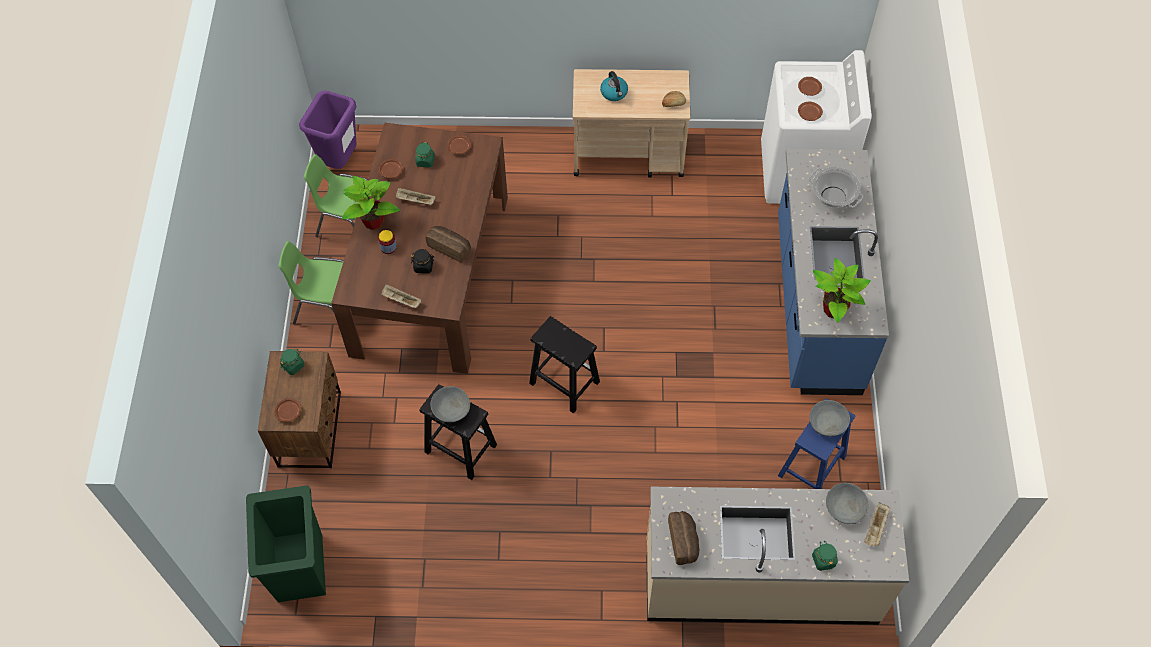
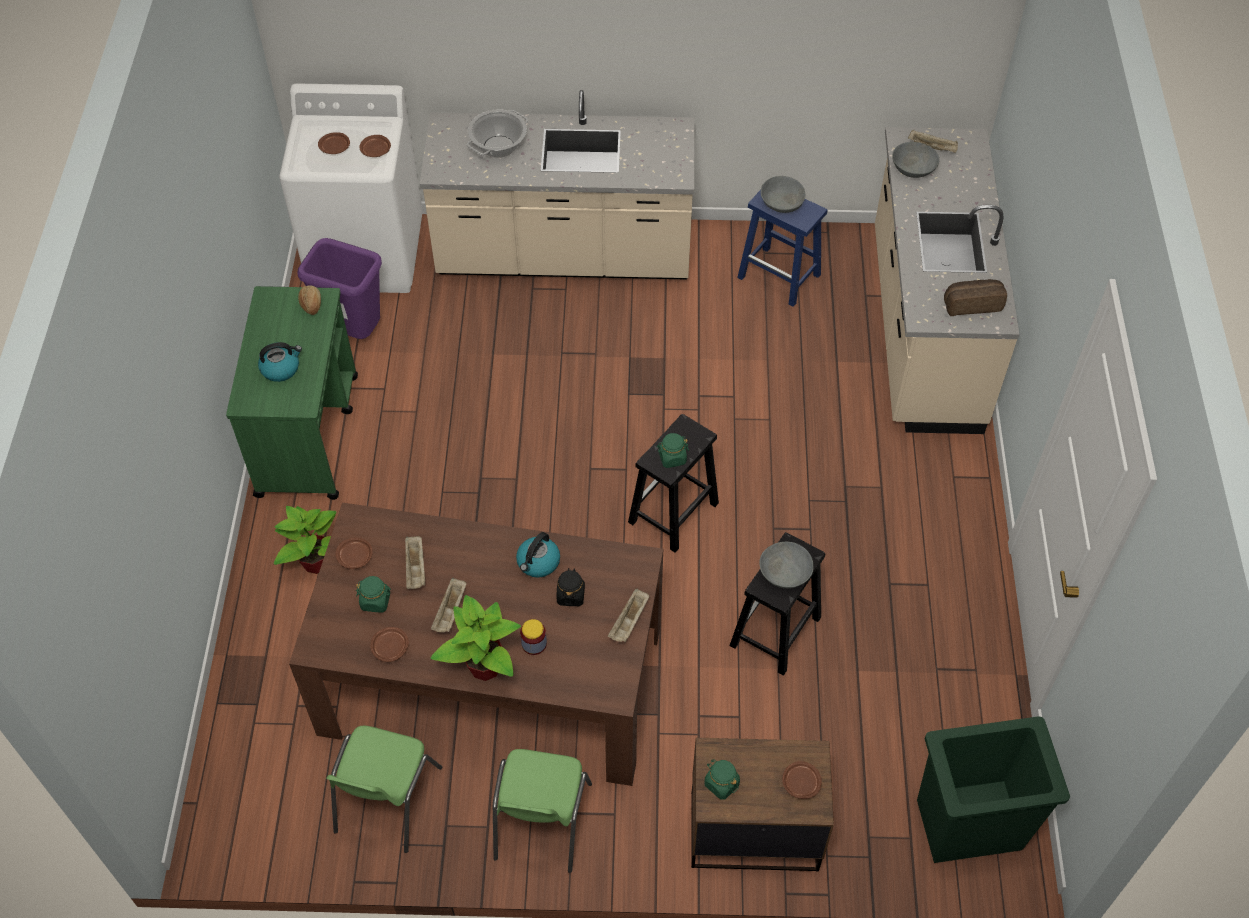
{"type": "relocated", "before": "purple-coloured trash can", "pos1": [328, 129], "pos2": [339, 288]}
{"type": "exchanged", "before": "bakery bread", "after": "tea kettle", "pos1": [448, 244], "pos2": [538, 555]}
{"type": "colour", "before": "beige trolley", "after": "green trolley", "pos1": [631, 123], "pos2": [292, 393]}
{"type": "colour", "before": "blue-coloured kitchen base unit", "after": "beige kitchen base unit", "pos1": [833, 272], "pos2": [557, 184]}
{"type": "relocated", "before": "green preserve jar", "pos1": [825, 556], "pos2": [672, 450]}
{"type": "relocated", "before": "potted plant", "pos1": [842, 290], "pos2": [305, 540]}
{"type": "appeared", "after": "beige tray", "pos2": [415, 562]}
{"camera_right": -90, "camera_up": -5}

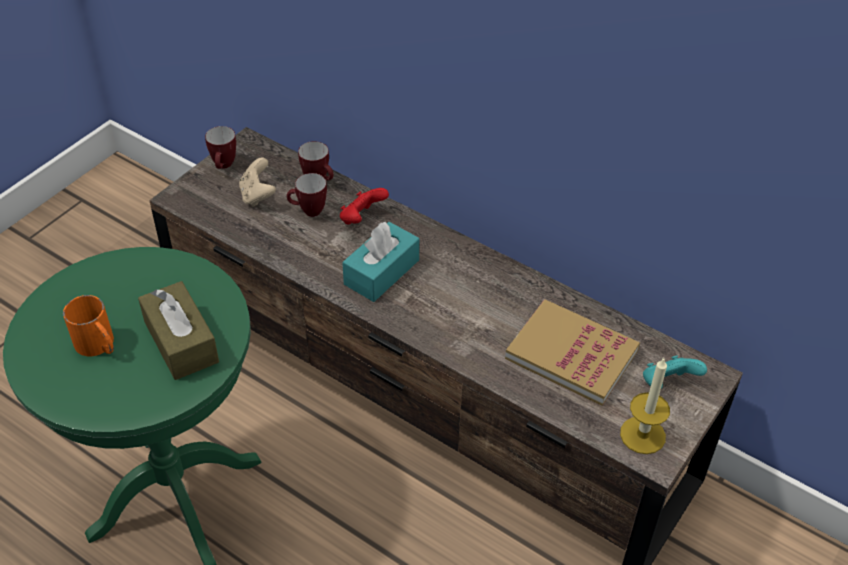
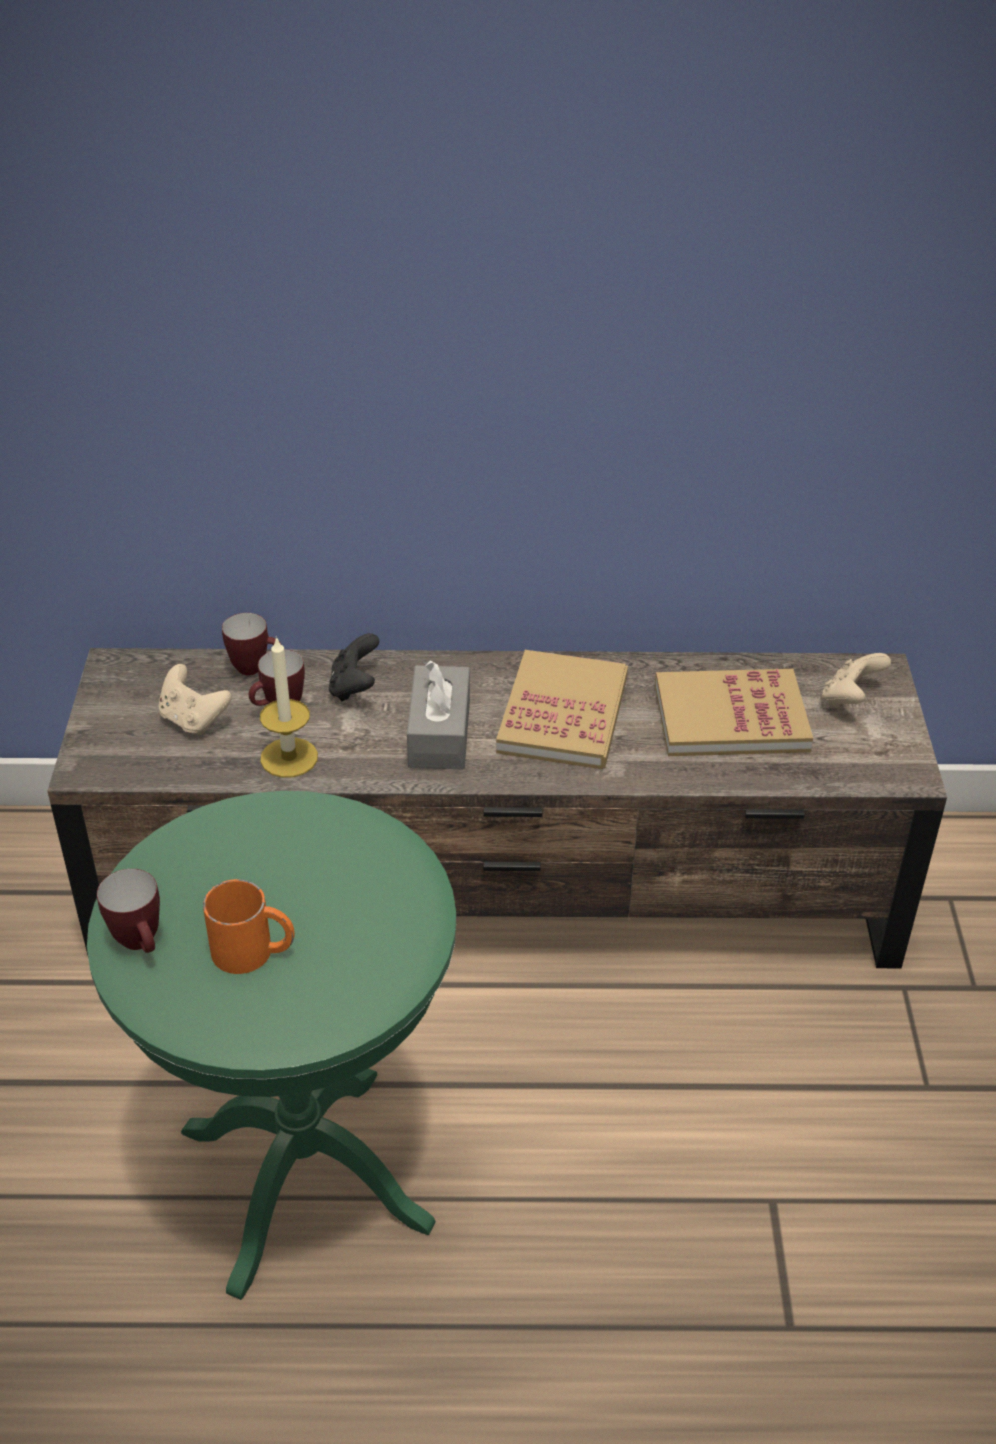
{"type": "missing", "before": "brown tissue holder", "pos1": [178, 330]}
{"type": "relocated", "before": "coffee mug", "pos1": [220, 147], "pos2": [128, 911]}
{"type": "colour", "before": "reddish gamepad", "after": "black gamepad", "pos1": [364, 206], "pos2": [354, 667]}
{"type": "colour", "before": "blue-green tissue holder", "after": "grey tissue holder", "pos1": [380, 262], "pos2": [438, 715]}
{"type": "relocated", "before": "wax candle", "pos1": [645, 405], "pos2": [289, 707]}
{"type": "colour", "before": "blue-green gamepad", "after": "beige gamepad", "pos1": [675, 372], "pos2": [856, 680]}
{"type": "appeared", "after": "volume", "pos2": [562, 709]}
{"camera_right": -35, "camera_up": -5}

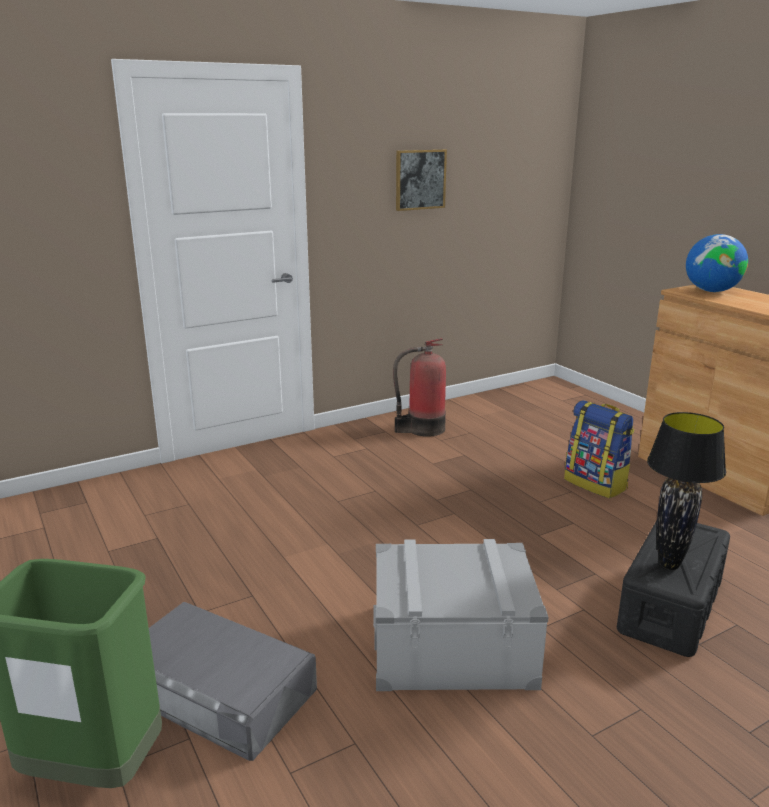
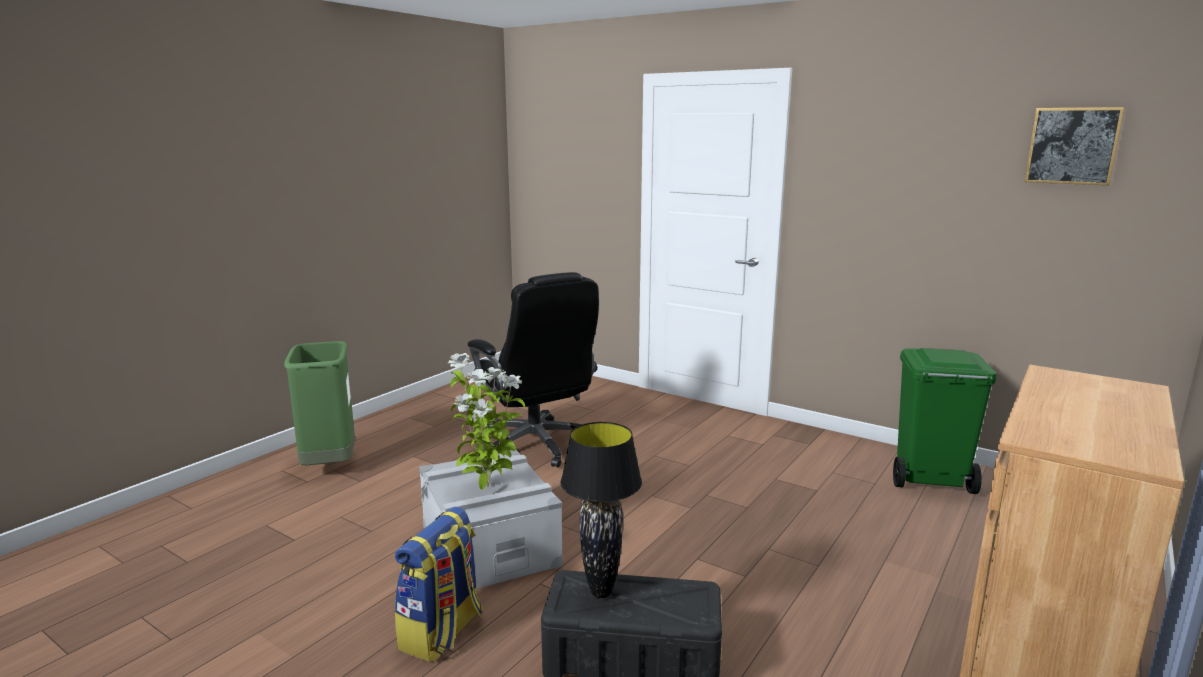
{"type": "missing", "before": "grey storage box", "pos1": [233, 681]}
{"type": "missing", "before": "fire extinguisher", "pos1": [419, 387]}
{"type": "relocated", "before": "wall picture", "pos1": [421, 180], "pos2": [1074, 146]}
{"type": "relocated", "before": "knapsack", "pos1": [599, 449], "pos2": [438, 584]}
{"type": "missing", "before": "world globe", "pos1": [717, 263]}
{"type": "appeared", "after": "potted plant", "pos2": [486, 421]}
{"type": "appeared", "after": "black office chair", "pos2": [533, 370]}
{"type": "appeared", "after": "green trash can", "pos2": [944, 421]}
{"camera_right": 65, "camera_up": -5}

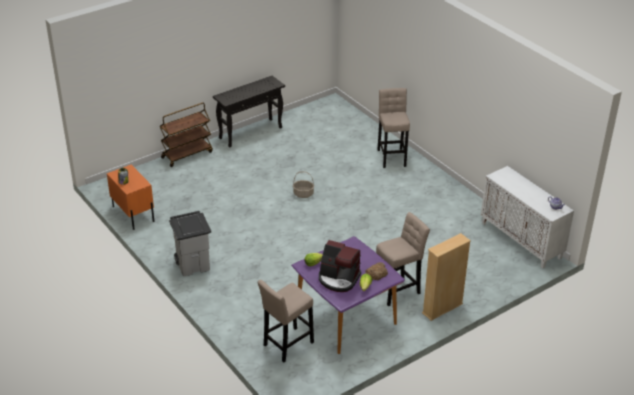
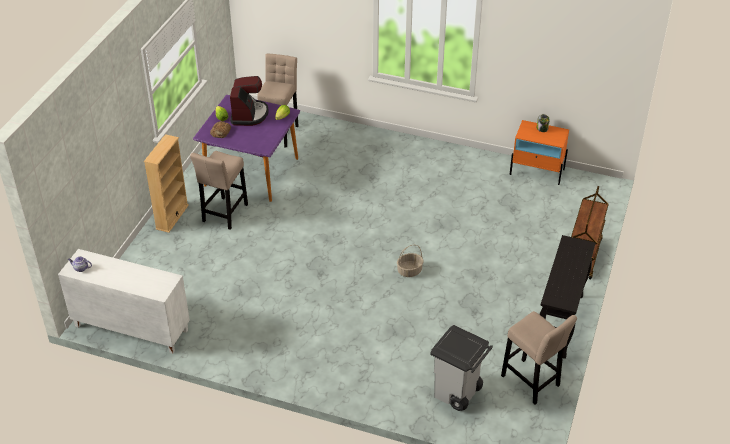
{"type": "relocated", "before": "grey trash can", "pos1": [190, 243], "pos2": [461, 368]}
{"type": "spun", "before": "coffee machine", "pos1": [340, 266], "pos2": [249, 101], "turn": 105}
{"type": "relocated", "before": "beige stool seat", "pos1": [393, 128], "pos2": [539, 358]}
{"camera_right": 145, "camera_up": 5}

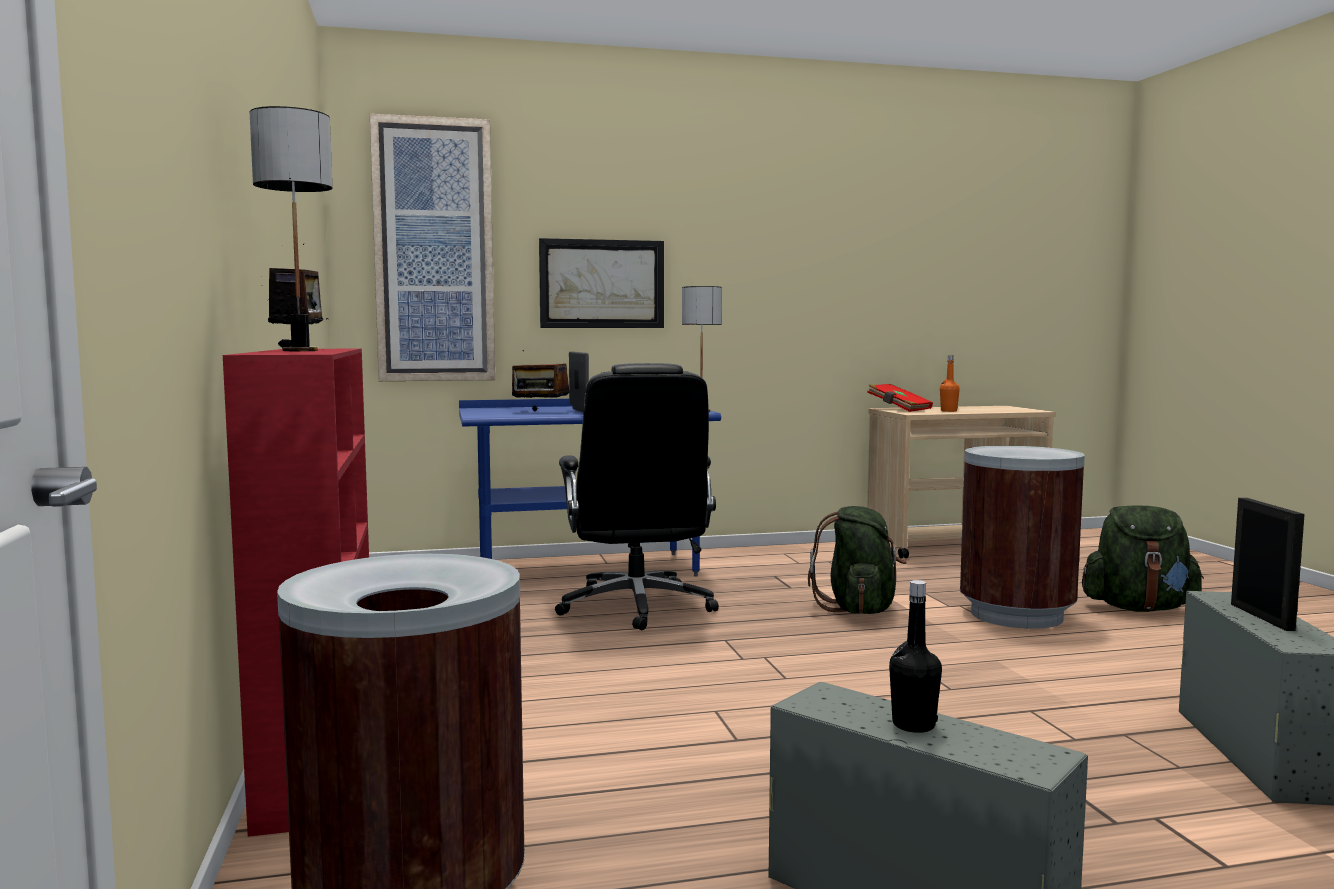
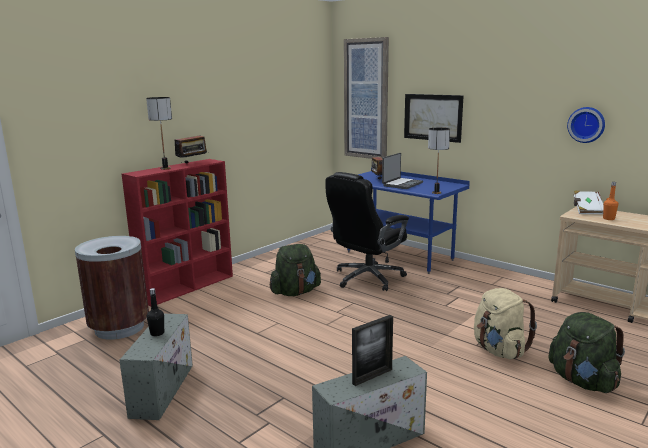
{"type": "relocated", "before": "green knapsack", "pos1": [857, 560], "pos2": [295, 270]}
{"type": "colour", "before": "reddish volume", "after": "white volume", "pos1": [900, 398], "pos2": [588, 202]}
{"type": "exchanged", "before": "brown trash can", "after": "beige knapsack", "pos1": [1022, 537], "pos2": [505, 324]}
{"type": "appeared", "after": "hanging clock", "pos2": [586, 125]}
{"camera_right": 55, "camera_up": 10}

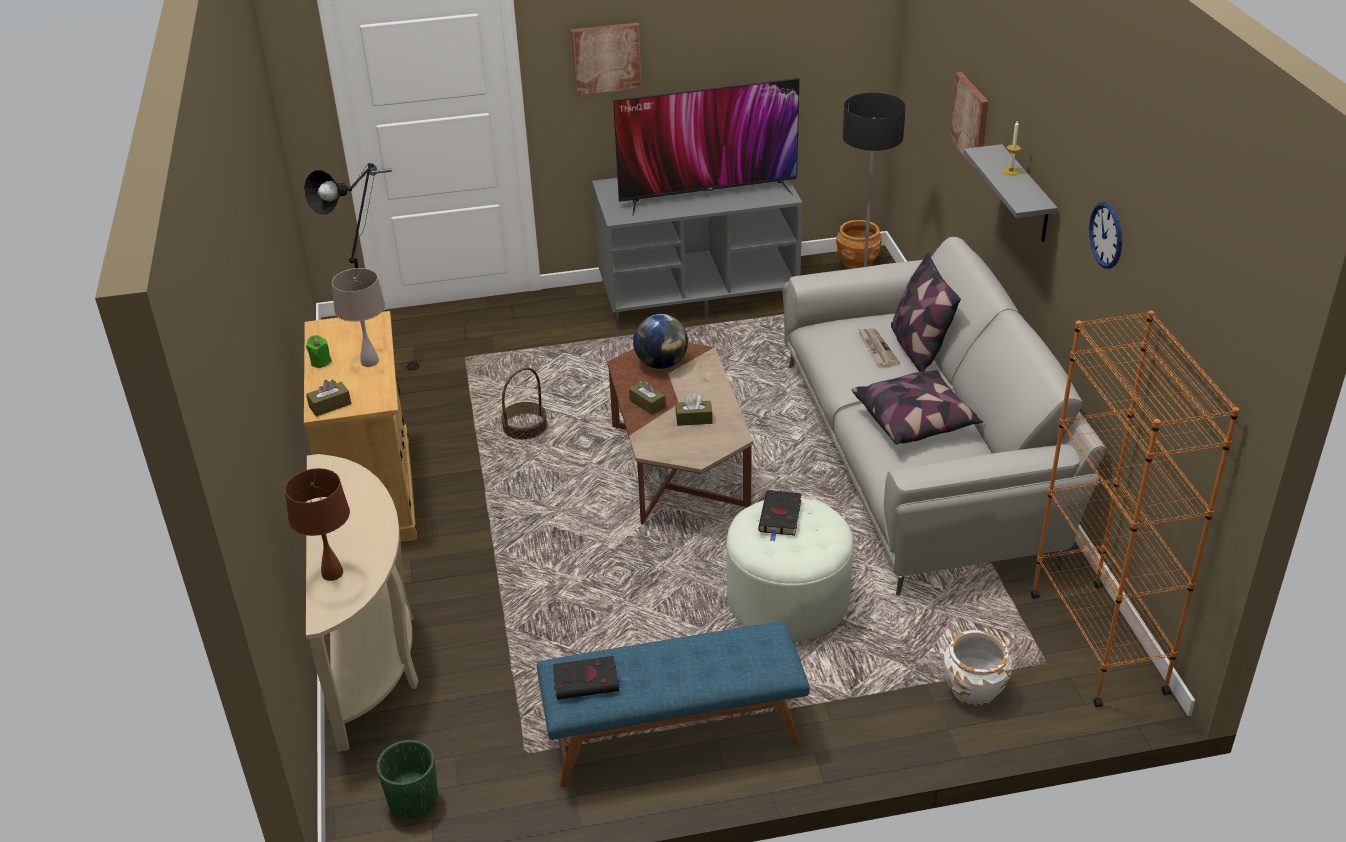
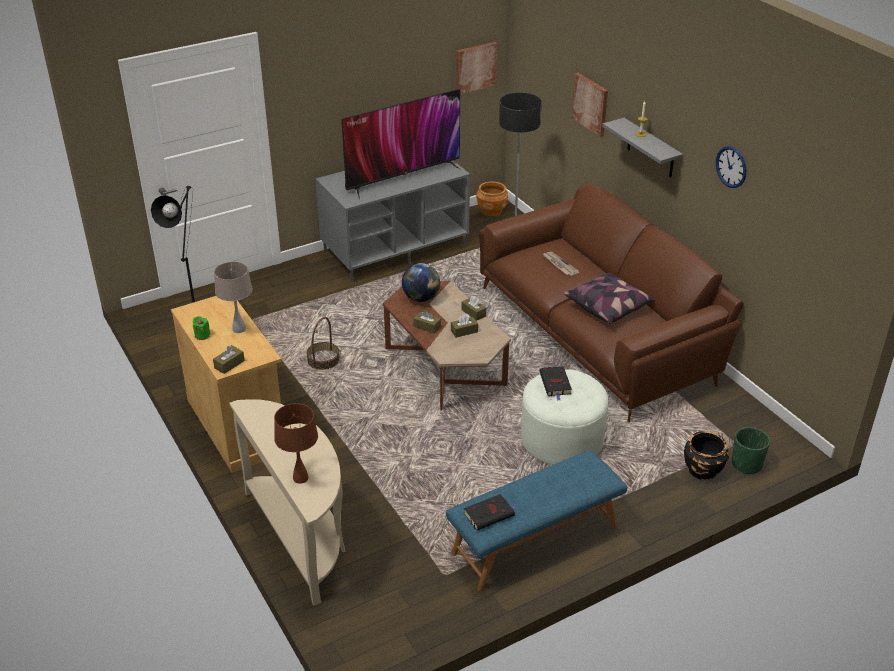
{"type": "relocated", "before": "green plant pot", "pos1": [407, 779], "pos2": [751, 451]}
{"type": "relocated", "before": "wall picture", "pos1": [606, 59], "pos2": [476, 68]}
{"type": "colour", "before": "grey settee", "after": "brown settee", "pos1": [944, 416], "pos2": [611, 303]}
{"type": "missing", "before": "pillow", "pos1": [926, 312]}
{"type": "colour", "before": "white plant pot", "after": "black plant pot", "pos1": [978, 668], "pos2": [706, 455]}
{"type": "missing", "before": "orangey shelving unit", "pos1": [1135, 509]}
{"type": "appeared", "after": "brown tissue holder", "pos2": [474, 308]}
{"camera_right": -20, "camera_up": 0}

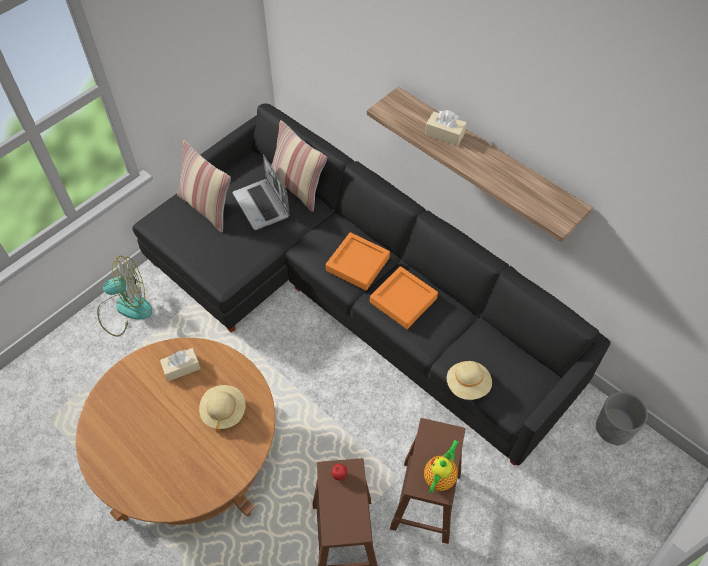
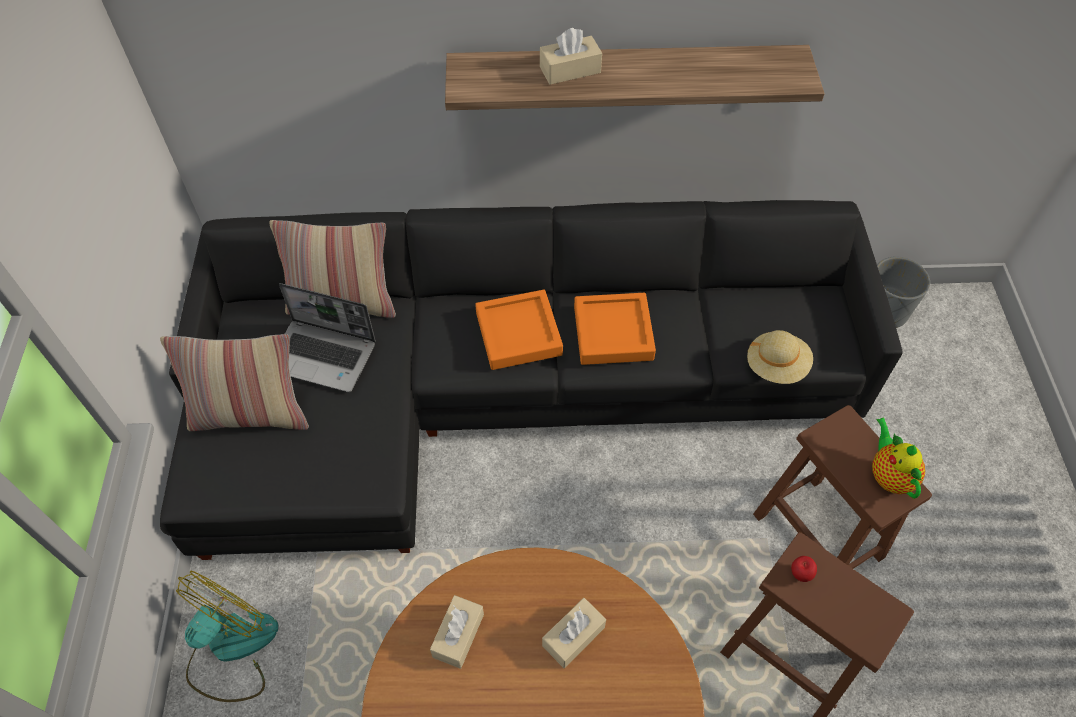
{"type": "exchanged", "before": "beige wearable hat", "after": "beige tissue holder", "pos1": [222, 409], "pos2": [574, 633]}
{"camera_right": -45, "camera_up": 0}

